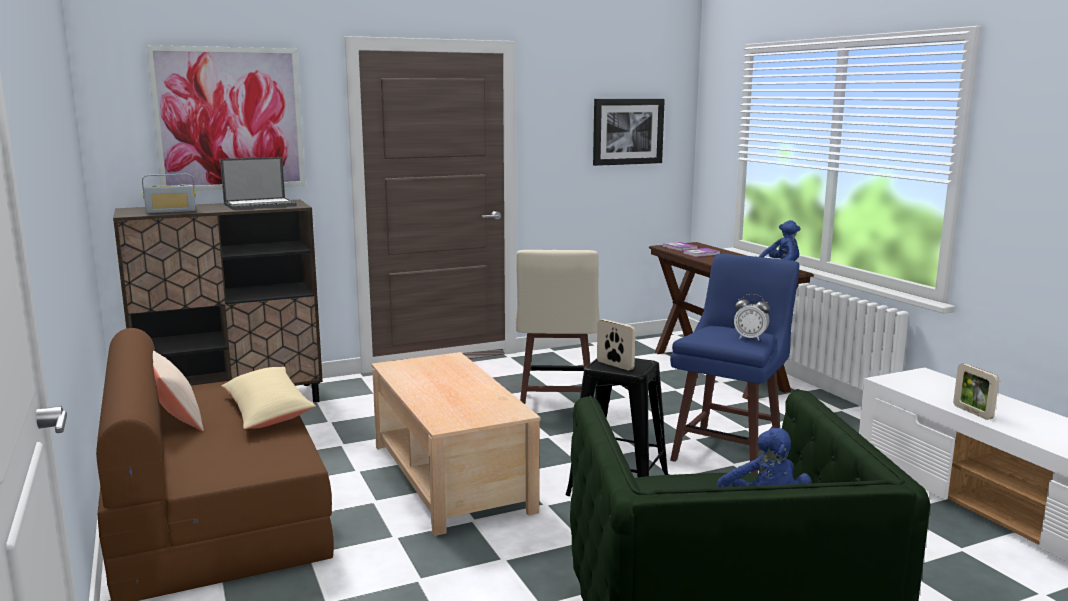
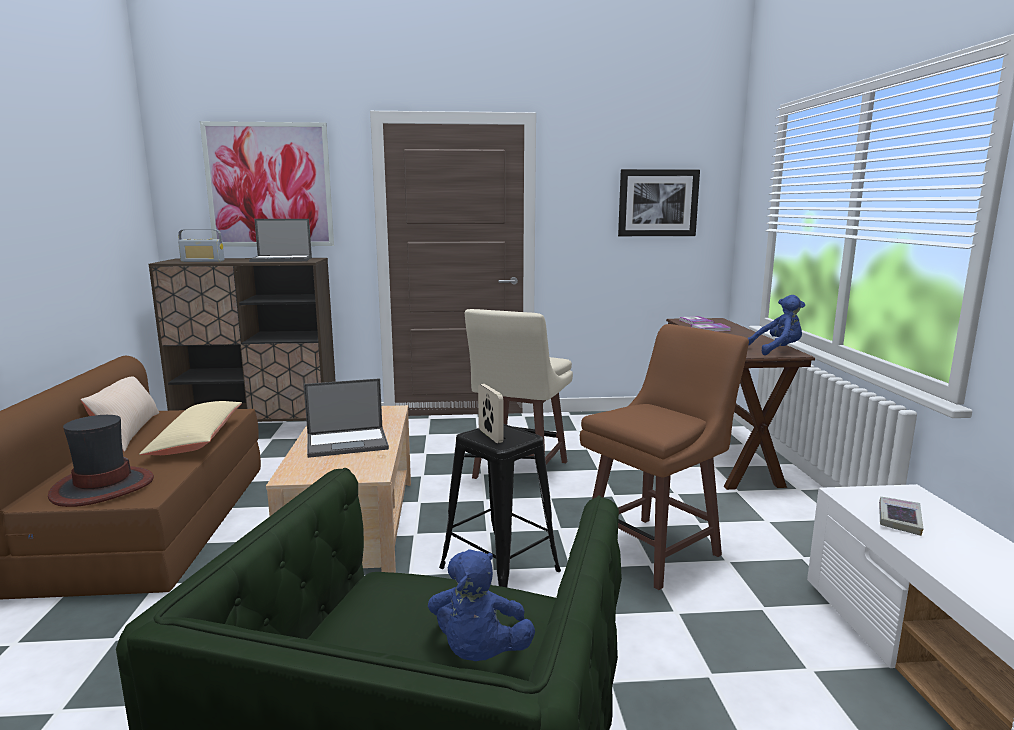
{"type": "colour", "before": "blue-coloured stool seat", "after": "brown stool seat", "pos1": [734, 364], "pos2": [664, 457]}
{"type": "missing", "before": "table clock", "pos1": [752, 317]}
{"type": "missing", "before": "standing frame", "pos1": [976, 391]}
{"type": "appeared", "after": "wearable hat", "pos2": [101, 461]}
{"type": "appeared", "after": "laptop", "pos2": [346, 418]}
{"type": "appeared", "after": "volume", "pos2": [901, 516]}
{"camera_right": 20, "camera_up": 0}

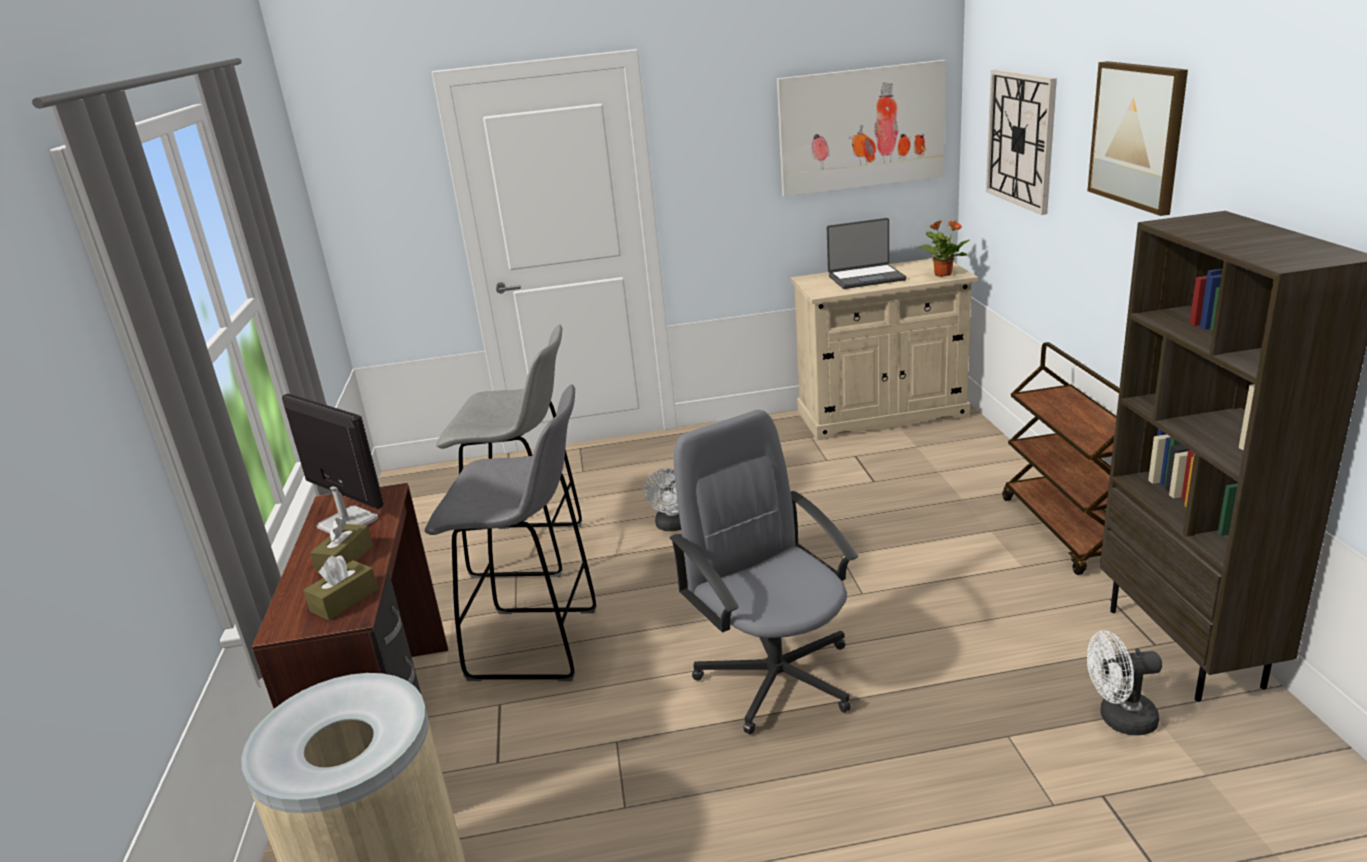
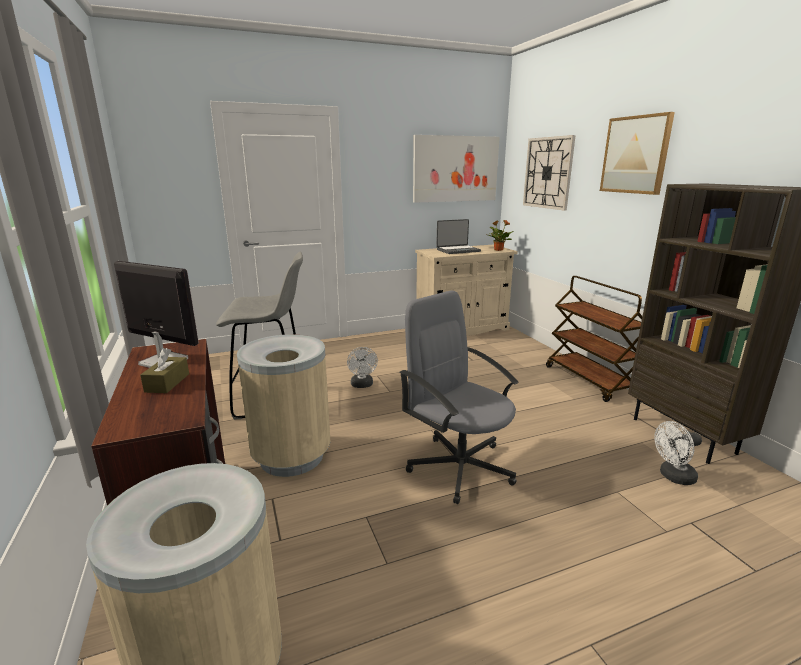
{"type": "missing", "before": "brown tissue holder", "pos1": [340, 587]}
{"type": "exchanged", "before": "grey stool seat", "after": "beige trash can", "pos1": [511, 532], "pos2": [284, 406]}
{"camera_right": -15, "camera_up": -5}

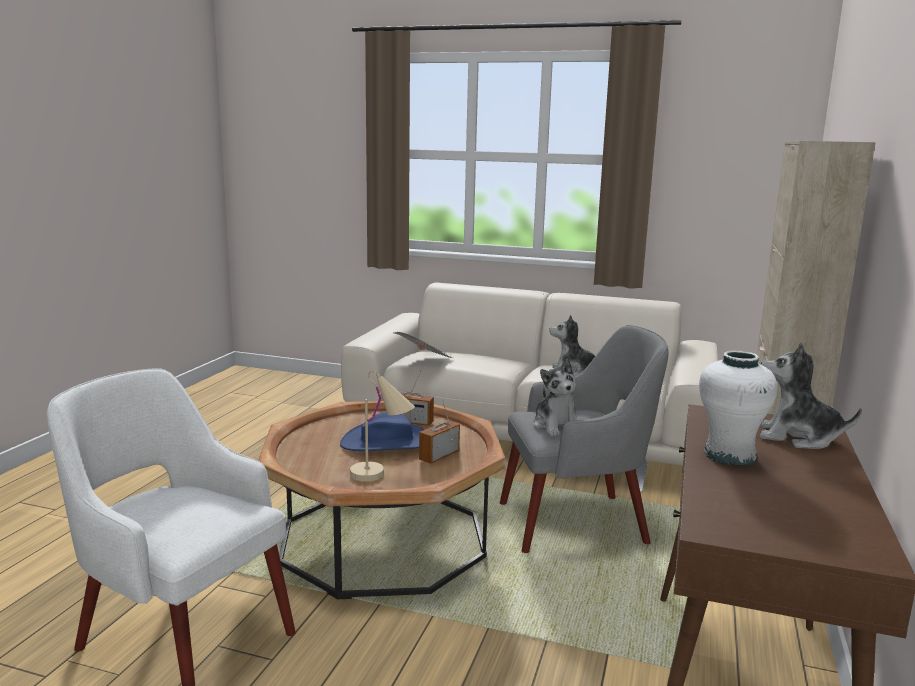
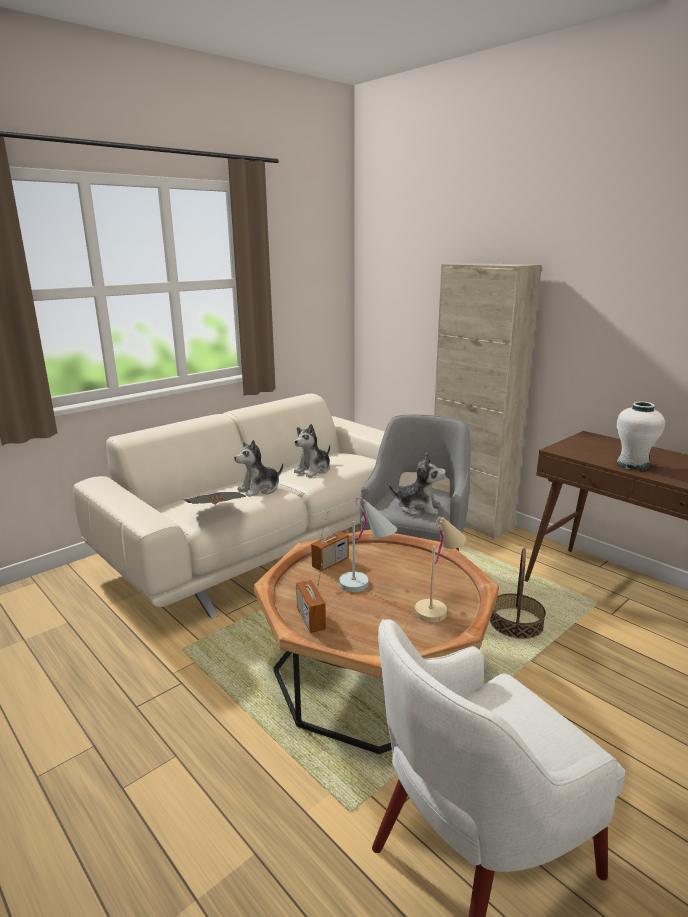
{"type": "exchanged", "before": "blue-coloured wearable hat", "after": "white table lamp", "pos1": [382, 431], "pos2": [368, 544]}
{"type": "relocated", "before": "radio receiver", "pos1": [439, 432], "pos2": [311, 598]}
{"type": "relocated", "before": "cuddly toy", "pos1": [811, 395], "pos2": [258, 468]}
{"type": "appeared", "after": "basket", "pos2": [518, 593]}
{"camera_right": -60, "camera_up": 5}

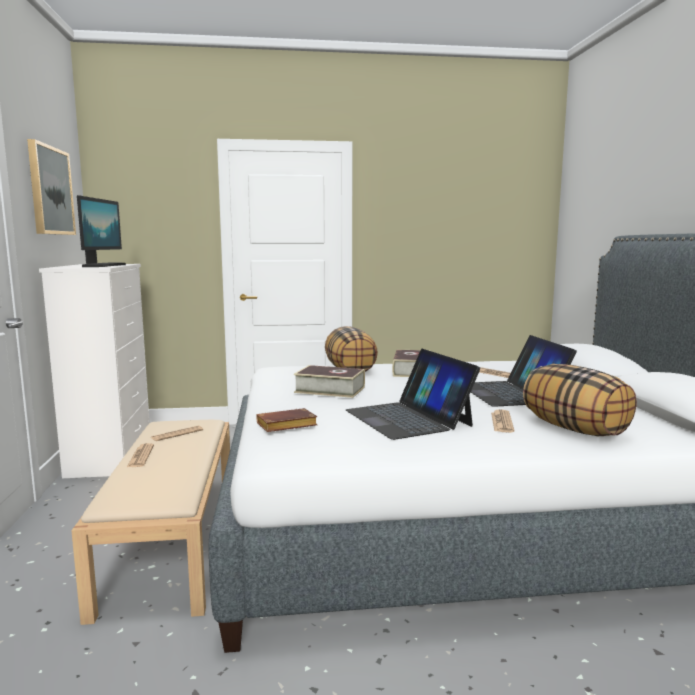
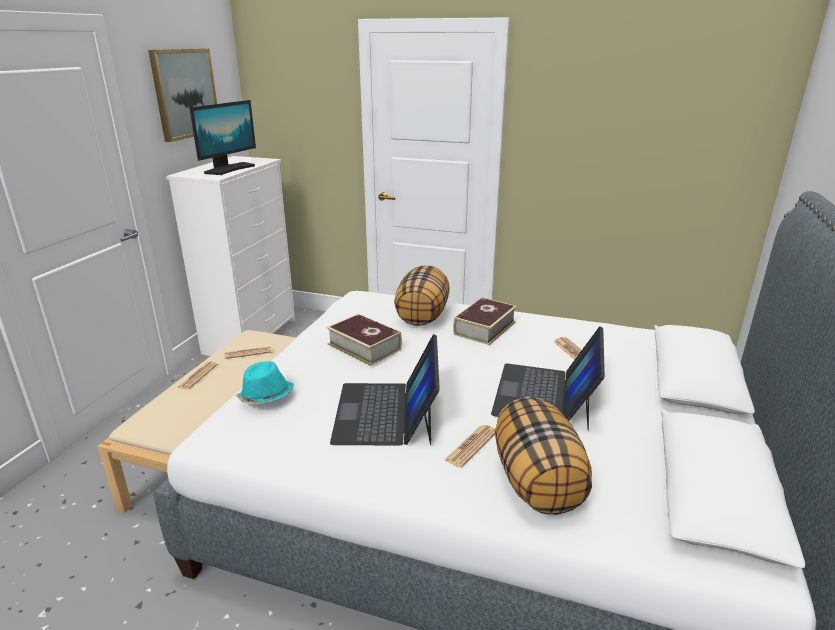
{"type": "exchanged", "before": "brown volume", "after": "blue-green wearable hat", "pos1": [287, 420], "pos2": [265, 382]}
{"camera_right": 25, "camera_up": 15}

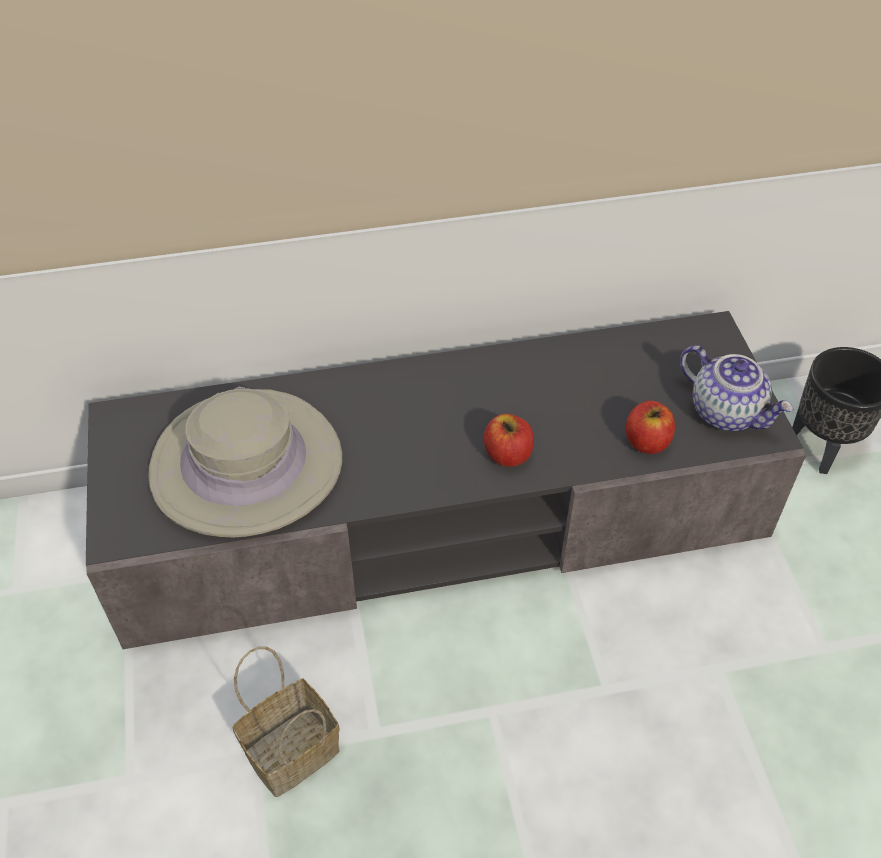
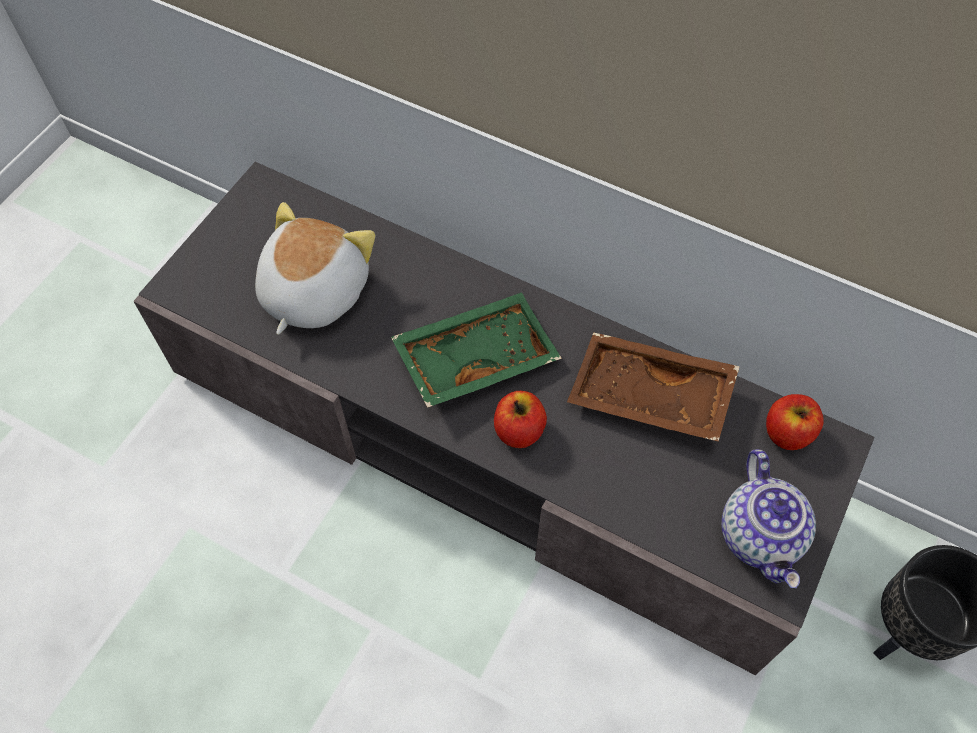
{"type": "exchanged", "before": "beige wearable hat", "after": "cuddly toy", "pos1": [245, 462], "pos2": [315, 268]}
{"type": "missing", "before": "basket", "pos1": [286, 722]}
{"type": "relocated", "before": "apple", "pos1": [650, 427], "pos2": [795, 422]}
{"type": "appeared", "after": "green tray", "pos2": [476, 350]}
{"type": "appeared", "after": "brown tray", "pos2": [653, 387]}
{"camera_right": 40, "camera_up": 10}

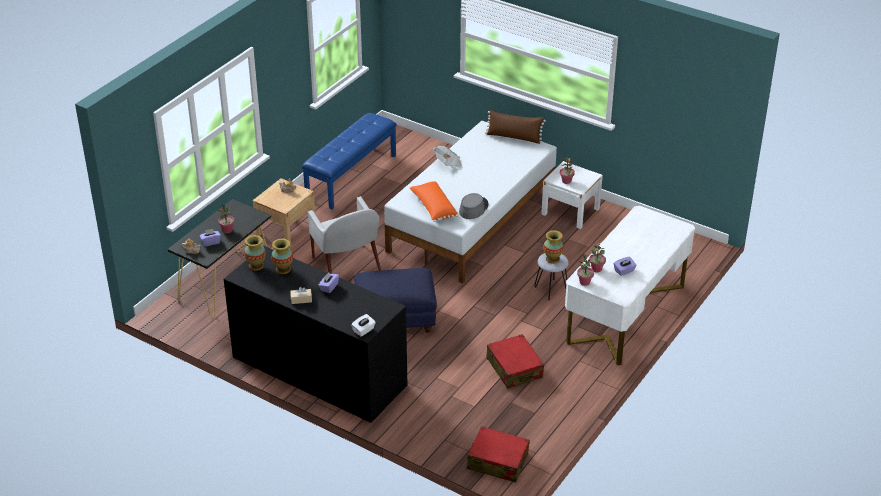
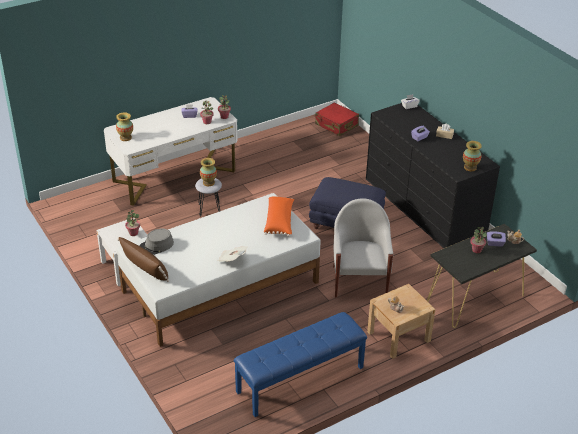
{"type": "relocated", "before": "decorative vase", "pos1": [282, 256], "pos2": [124, 127]}
{"type": "relocated", "before": "grey wearable hat", "pos1": [474, 206], "pos2": [156, 242]}
{"type": "missing", "before": "reddish piece of luggage", "pos1": [515, 361]}
{"camera_right": -155, "camera_up": 0}

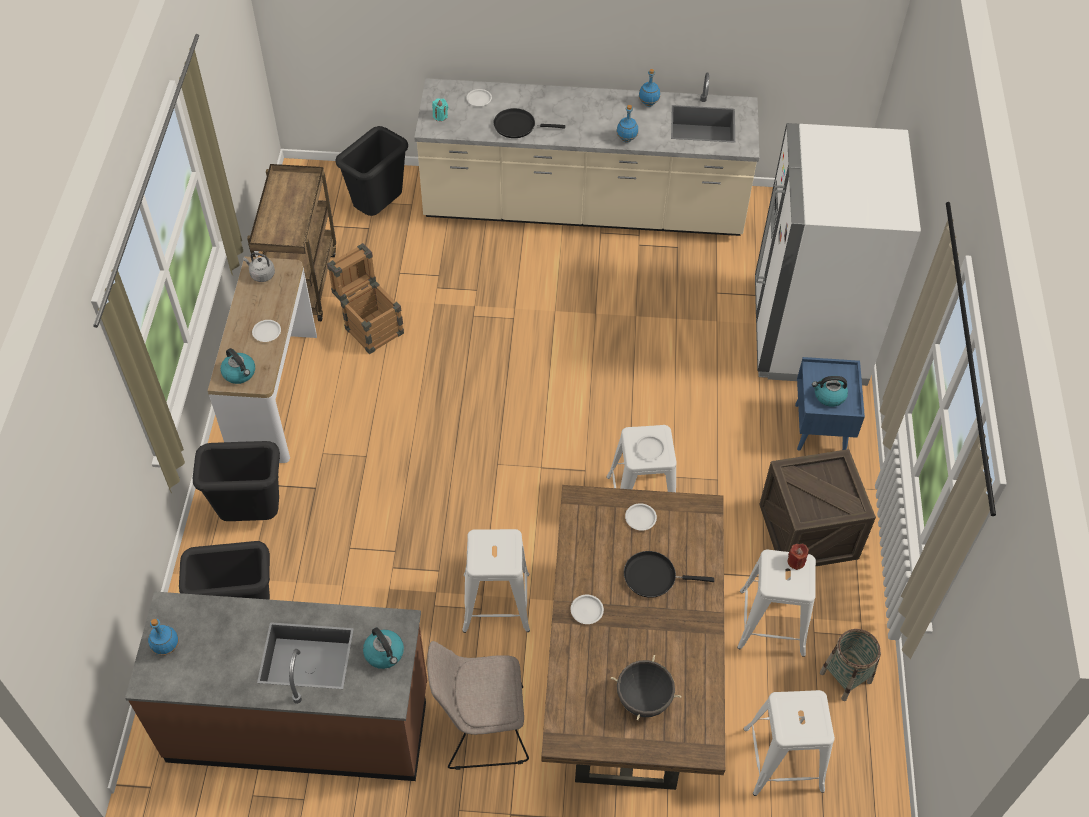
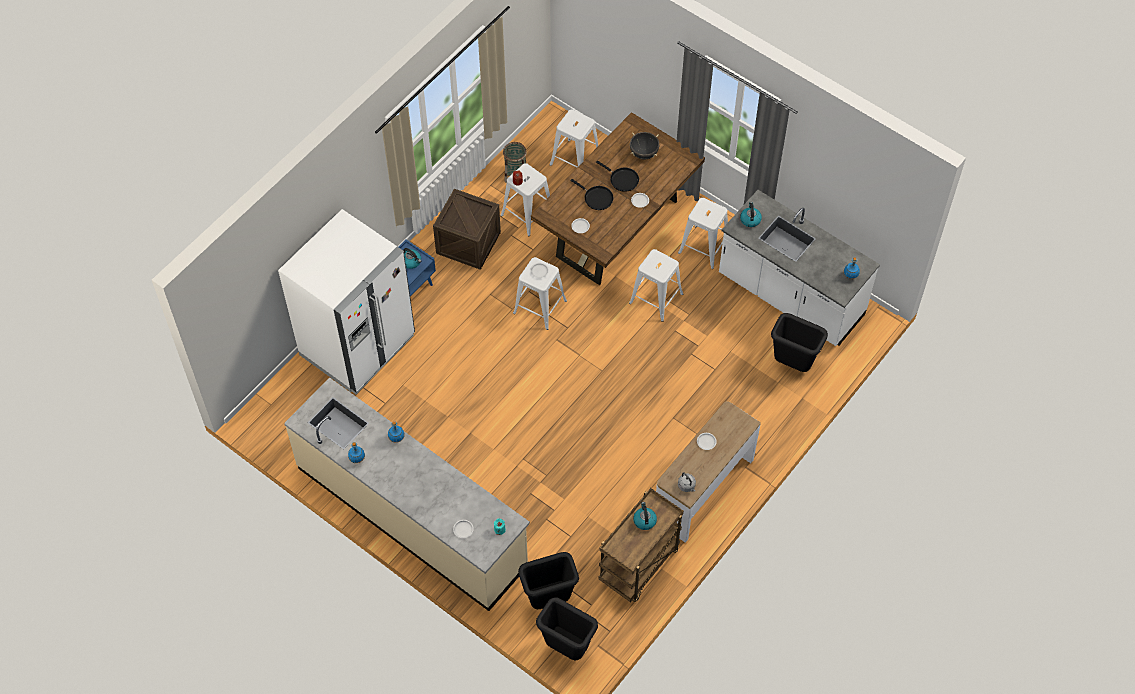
{"type": "colour", "before": "brown kitchen base unit", "after": "white kitchen base unit", "pos1": [276, 686], "pos2": [799, 268]}
{"type": "relocated", "before": "black trash can", "pos1": [236, 481], "pos2": [567, 628]}
{"type": "relocated", "before": "tea kettle", "pos1": [237, 366], "pos2": [645, 516]}
{"type": "missing", "before": "crate", "pos1": [365, 298]}
{"type": "exchanged", "before": "beige upright chair", "after": "white stool seat", "pos1": [478, 705], "pos2": [703, 233]}
{"type": "relocated", "before": "black pan", "pos1": [530, 123], "pos2": [617, 176]}
{"camera_right": -145, "camera_up": 5}

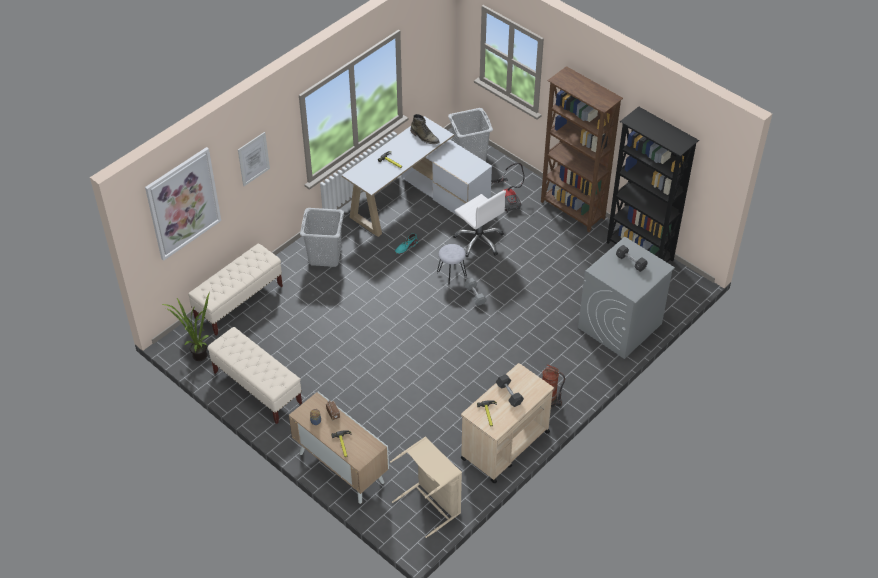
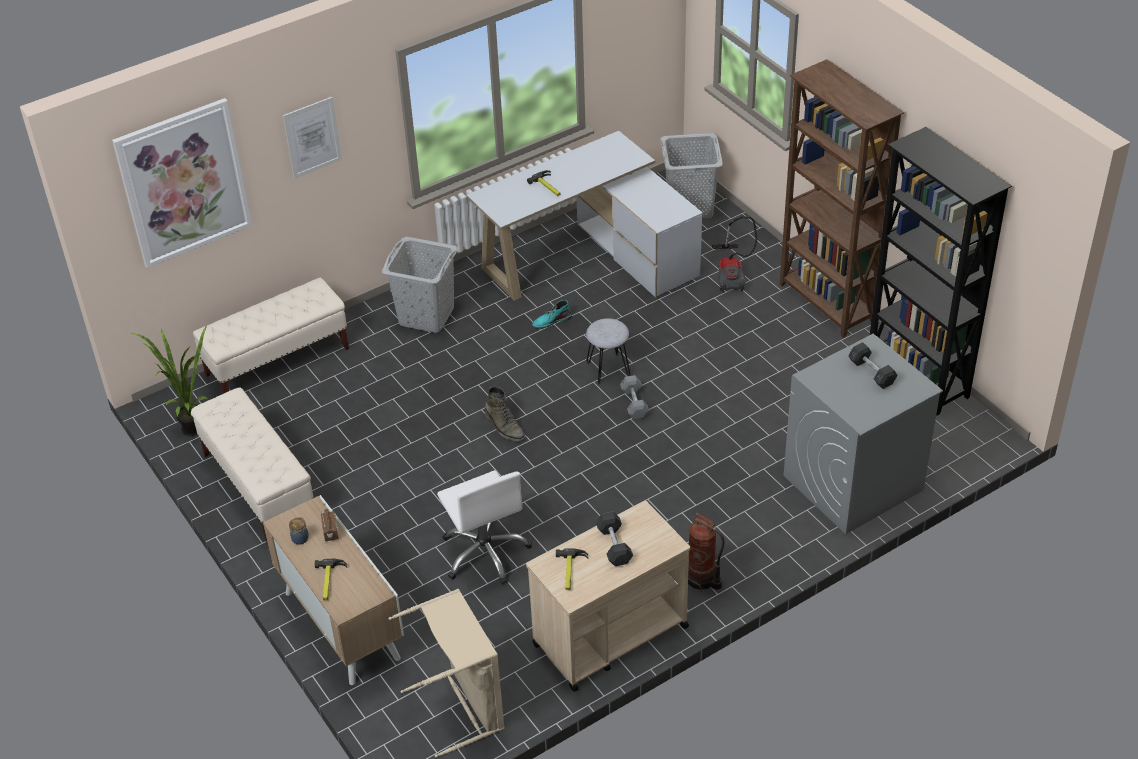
{"type": "relocated", "before": "green high-top boot", "pos1": [425, 129], "pos2": [505, 414]}
{"type": "relocated", "before": "white office chair", "pos1": [479, 224], "pos2": [484, 527]}
{"camera_right": 15, "camera_up": -5}

